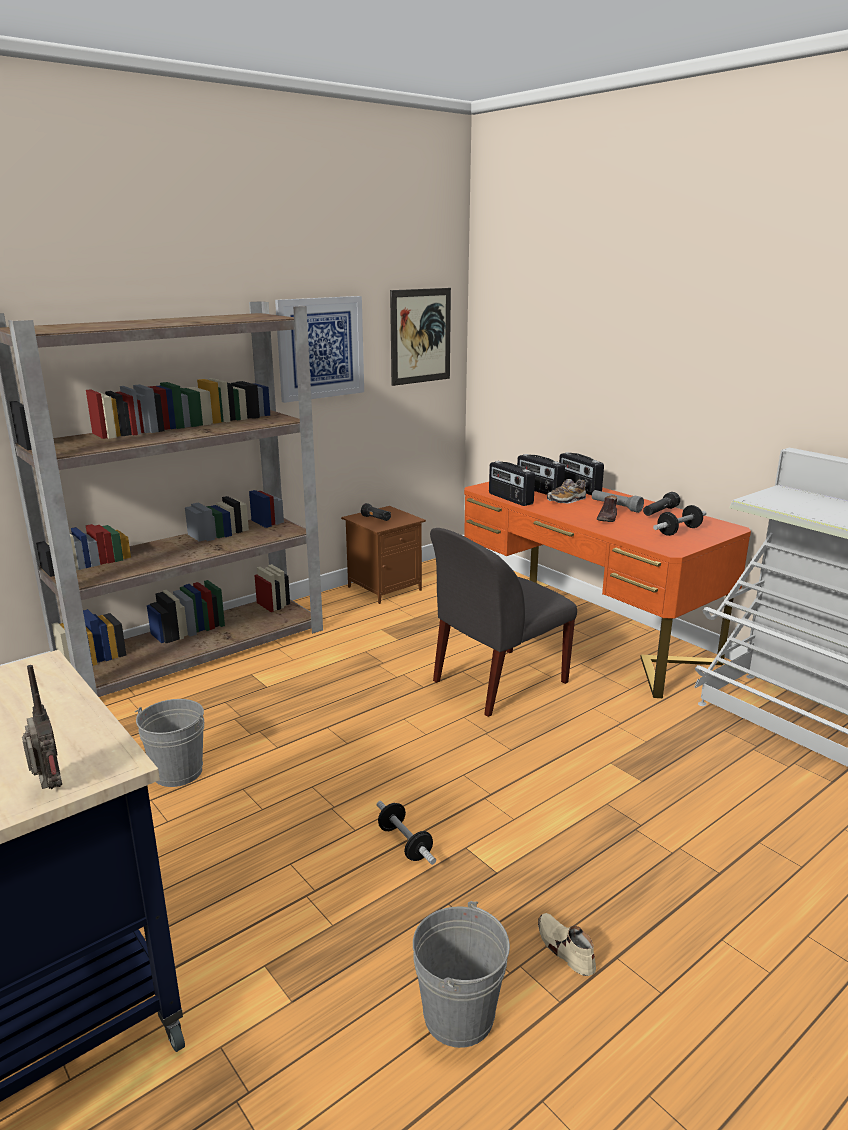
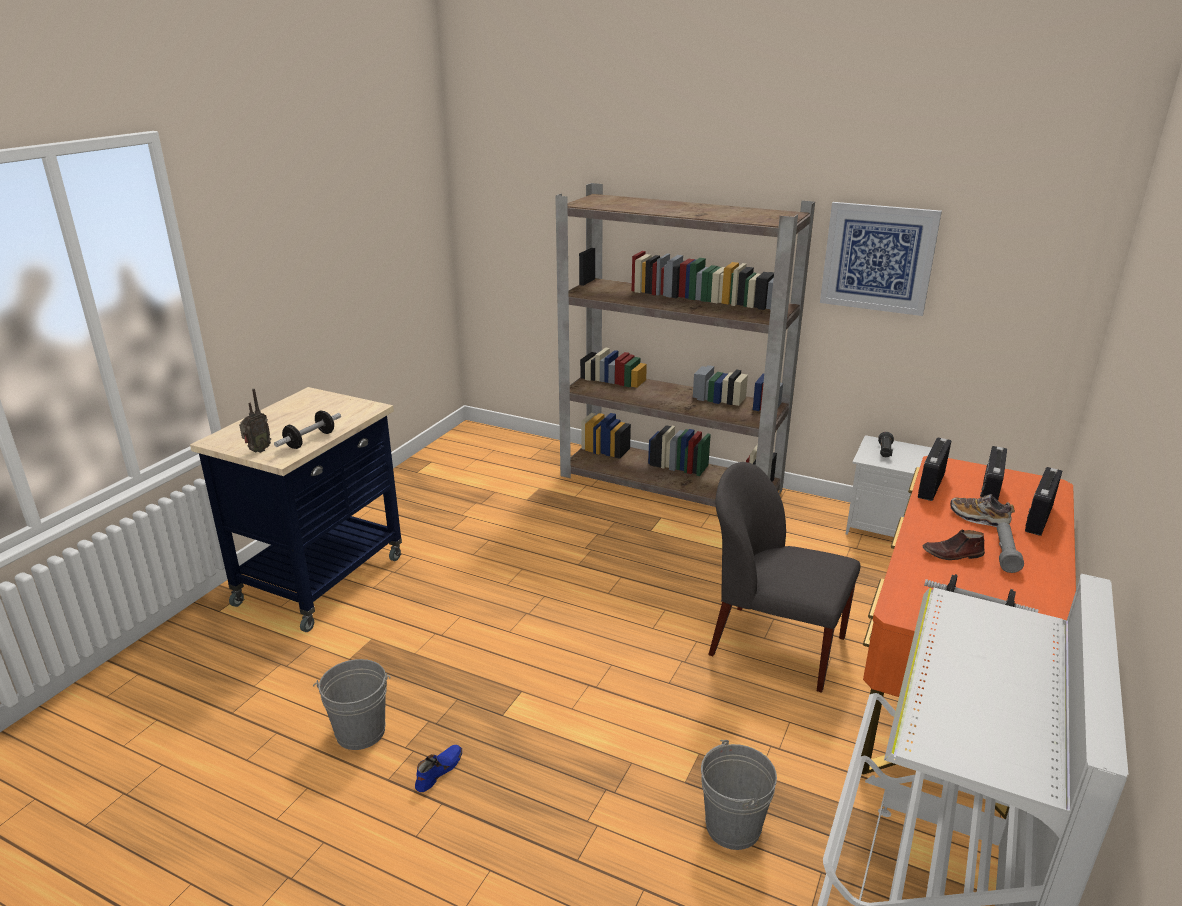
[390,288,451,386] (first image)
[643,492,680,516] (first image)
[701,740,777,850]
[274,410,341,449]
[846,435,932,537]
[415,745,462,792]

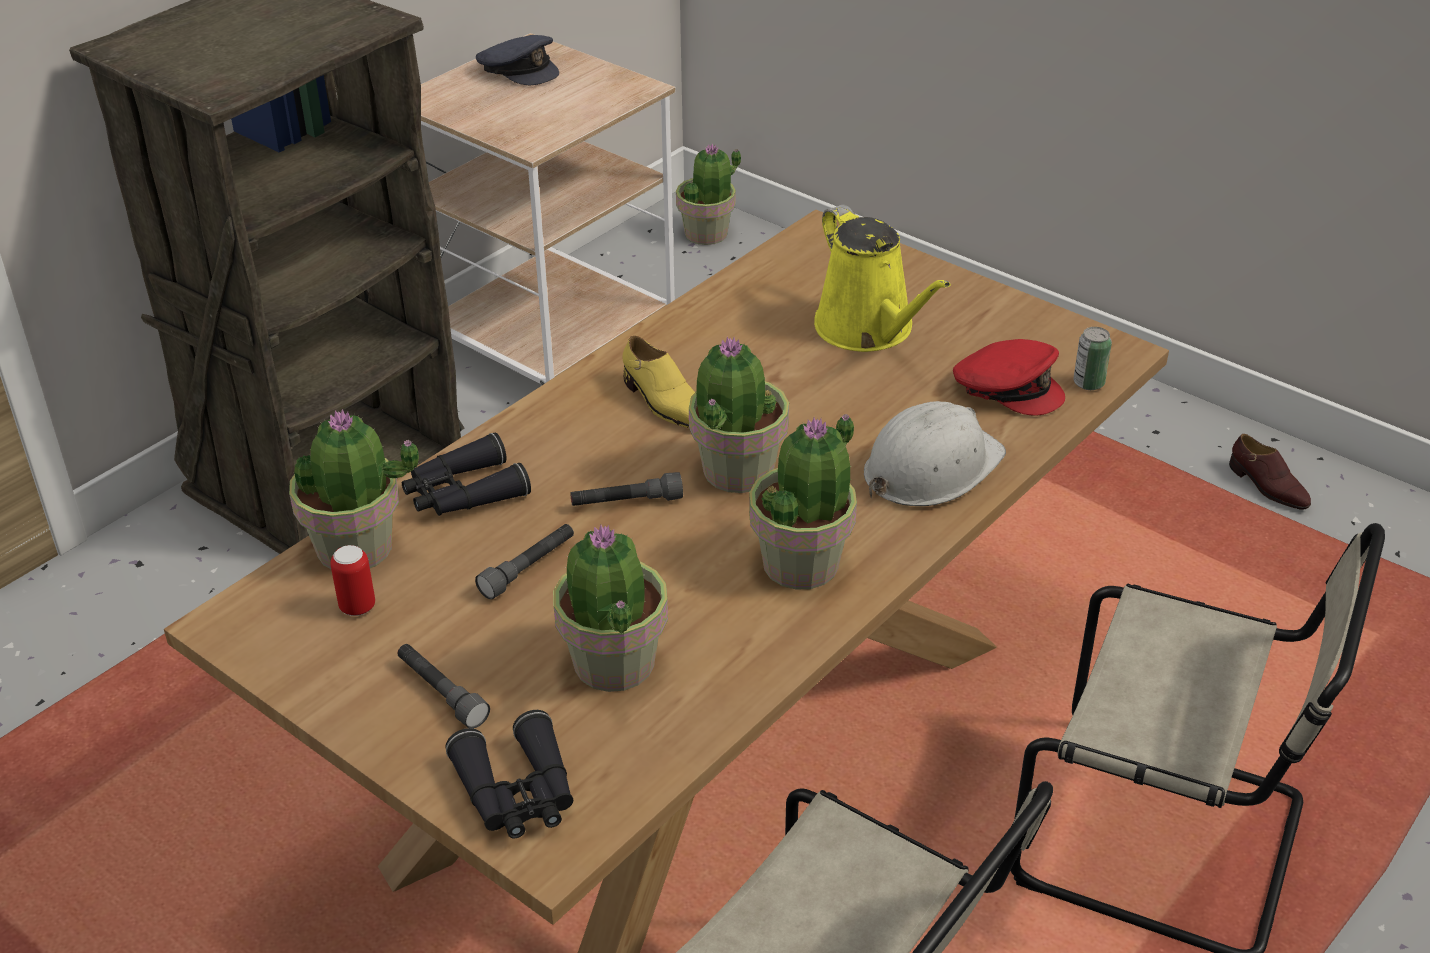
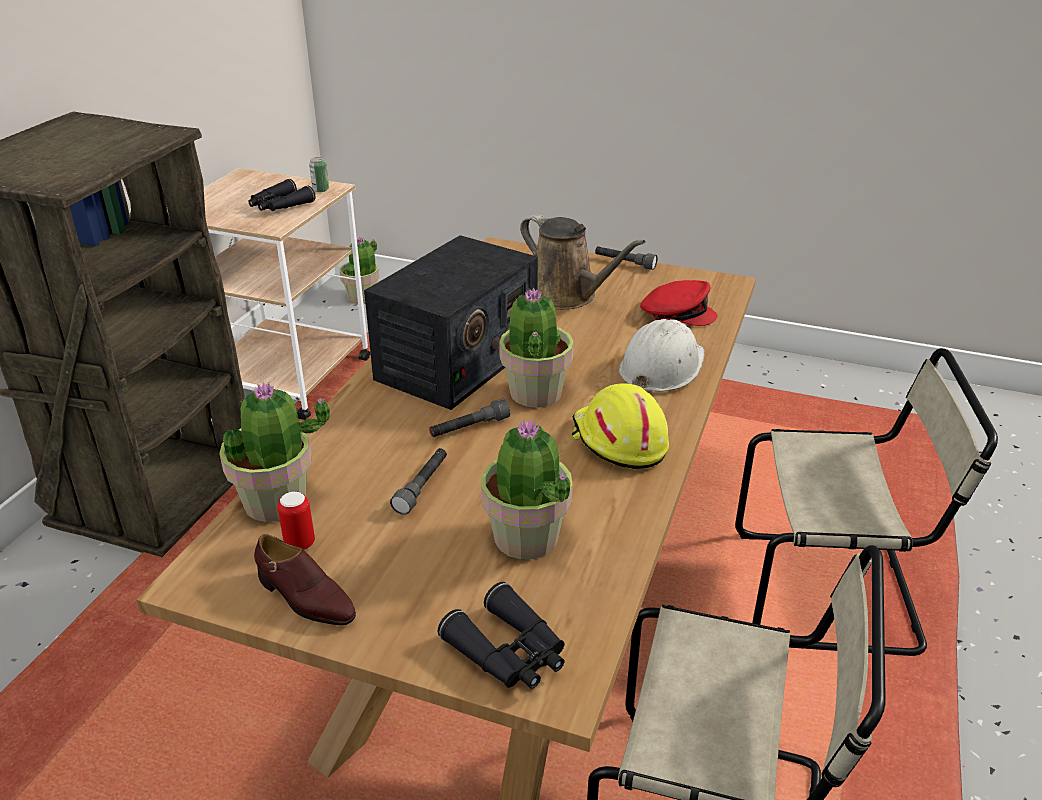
[476,35,559,85] (first image)
[595,246,658,270]
[248,179,315,211]
[309,157,329,192]
[254,534,356,625]
[364,235,538,410]
[571,383,669,469]
[520,214,646,310]

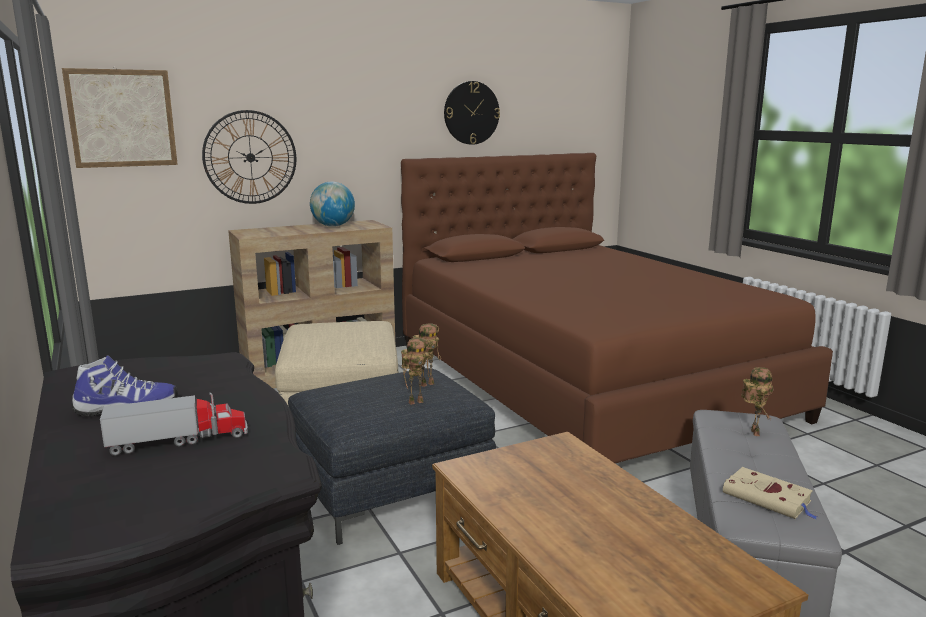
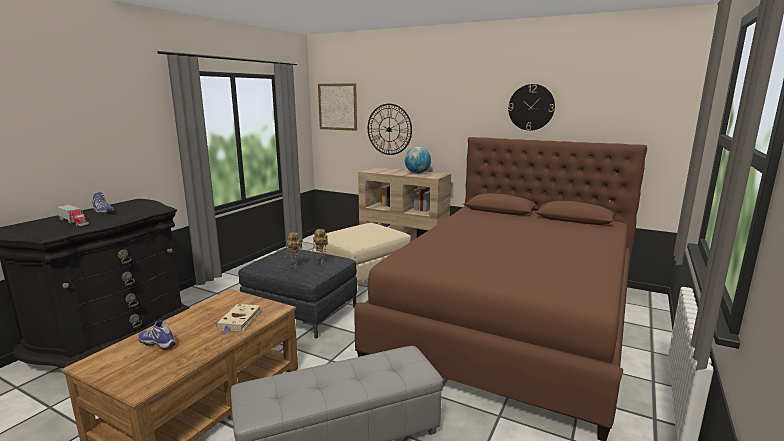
[741,367,773,436] (first image)
[138,321,176,350]
[216,304,261,335]

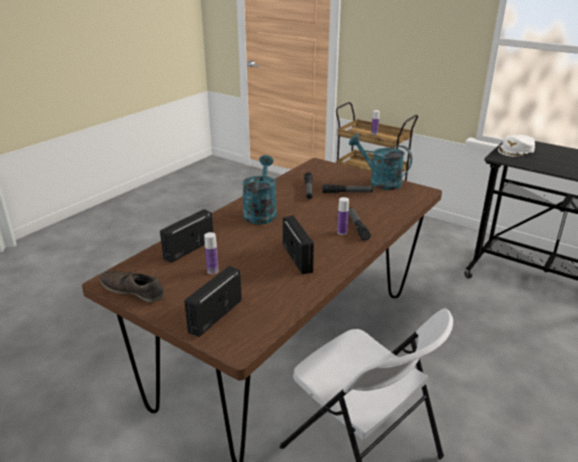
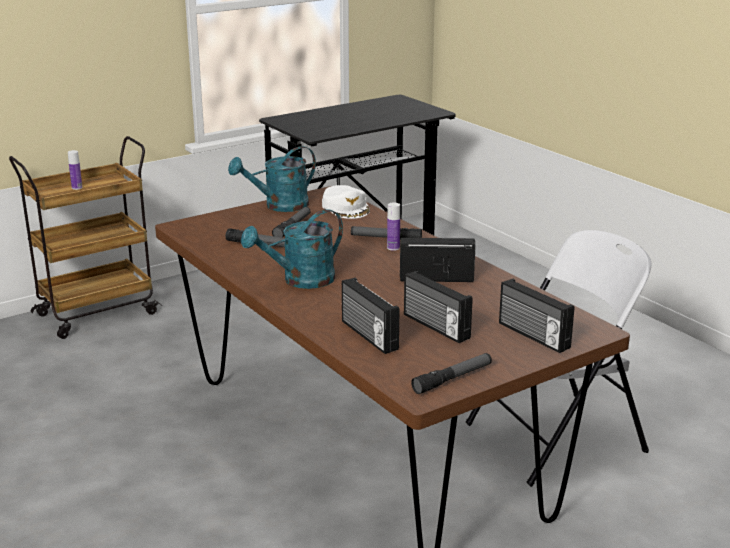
[322,185,370,219]
[411,353,492,394]
[404,271,473,343]
[241,209,343,289]

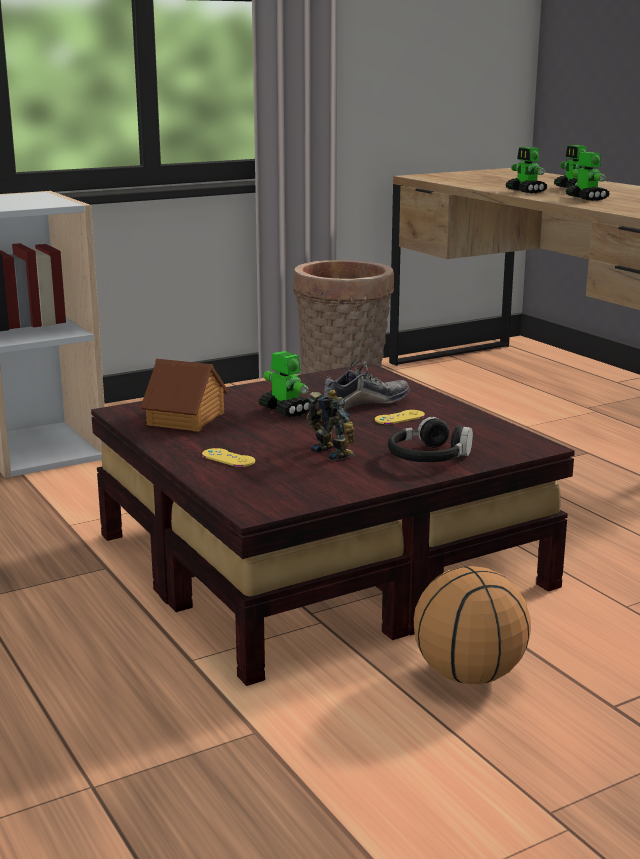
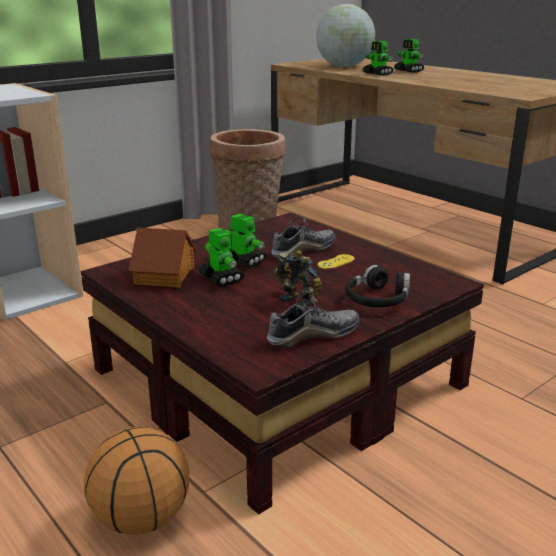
[202,448,255,467] (first image)
[267,291,359,348]
[316,4,375,67]
[84,427,189,535]
[199,228,245,287]

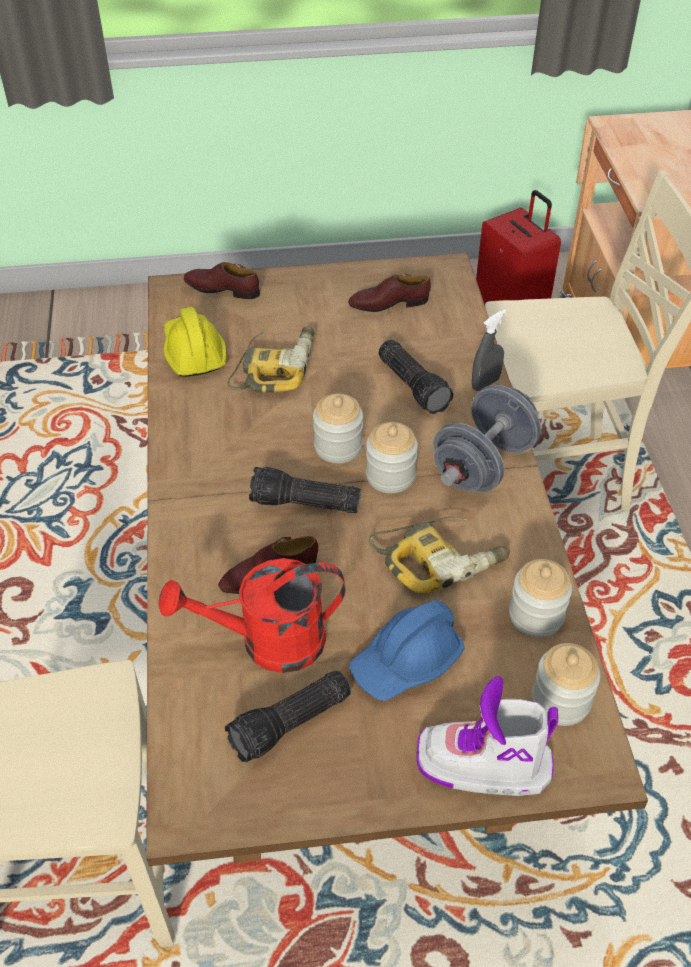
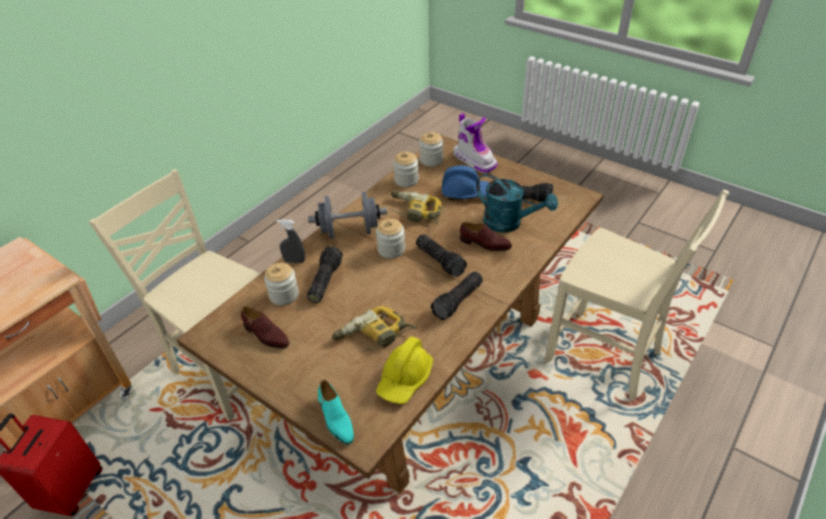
[431,271,483,320]
[264,263,299,305]
[476,173,558,233]
[318,380,354,445]

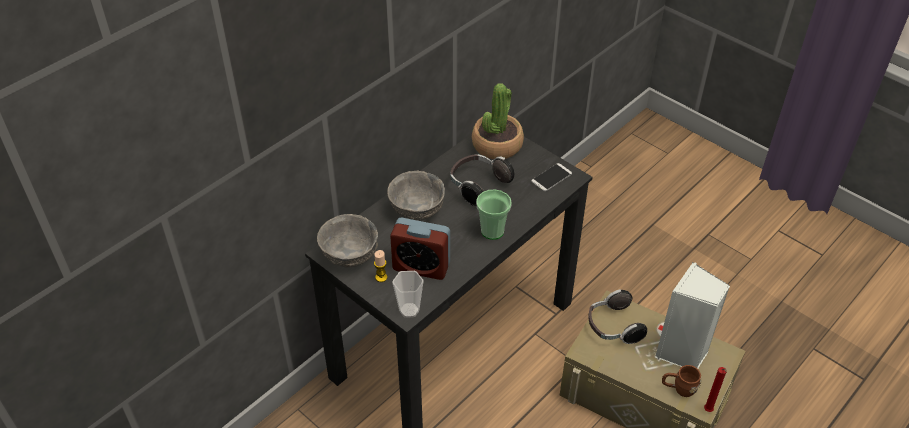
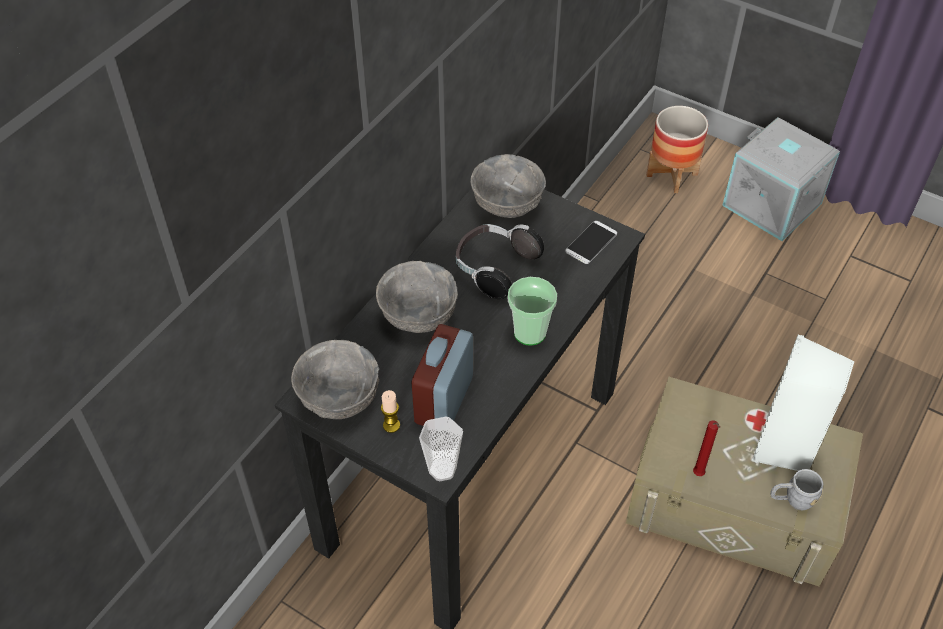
[588,290,647,344] (first image)
[646,106,708,193]
[722,117,840,241]
[693,420,720,476]
[470,154,546,218]
[770,469,823,510]
[412,324,473,426]

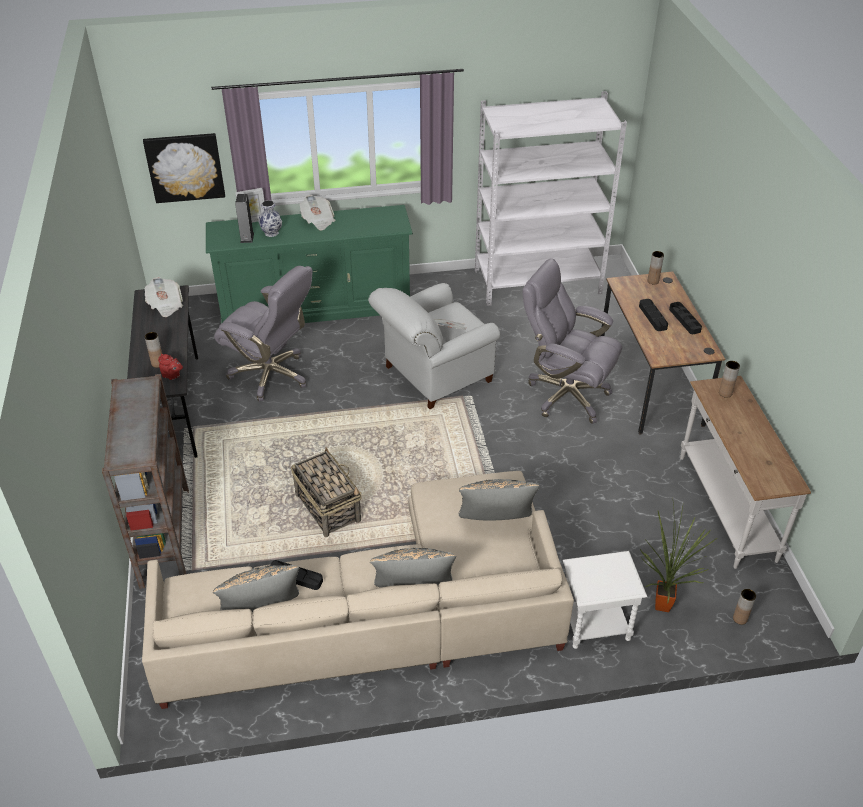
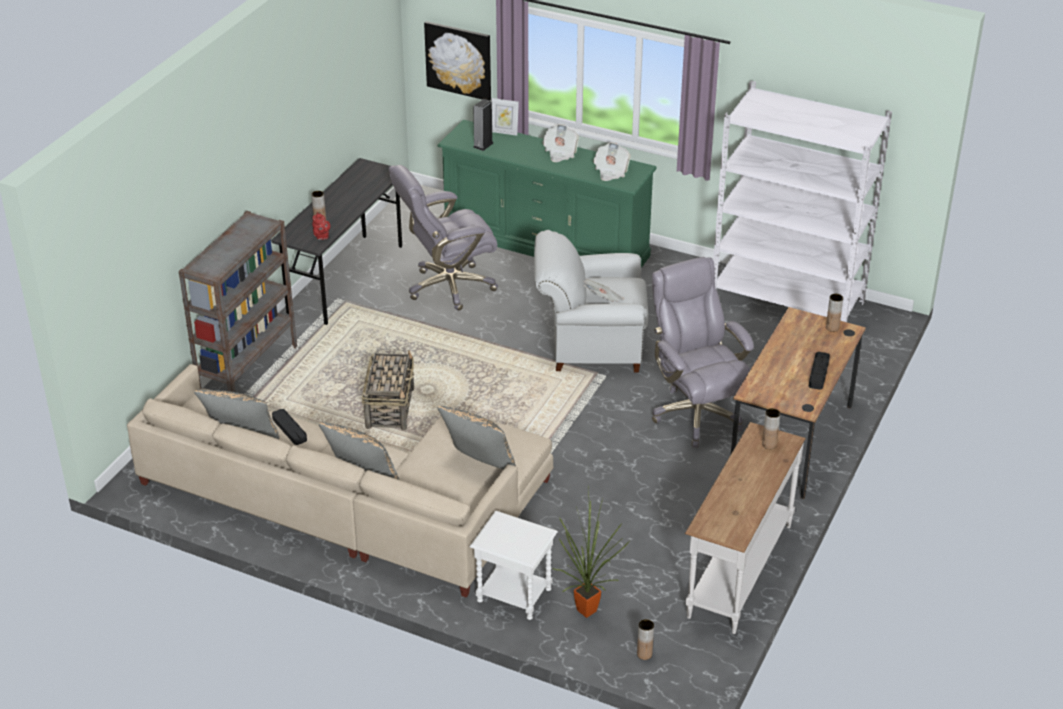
[258,200,282,237] (first image)
[639,299,668,331] (first image)
[593,142,631,181]
[389,165,498,311]

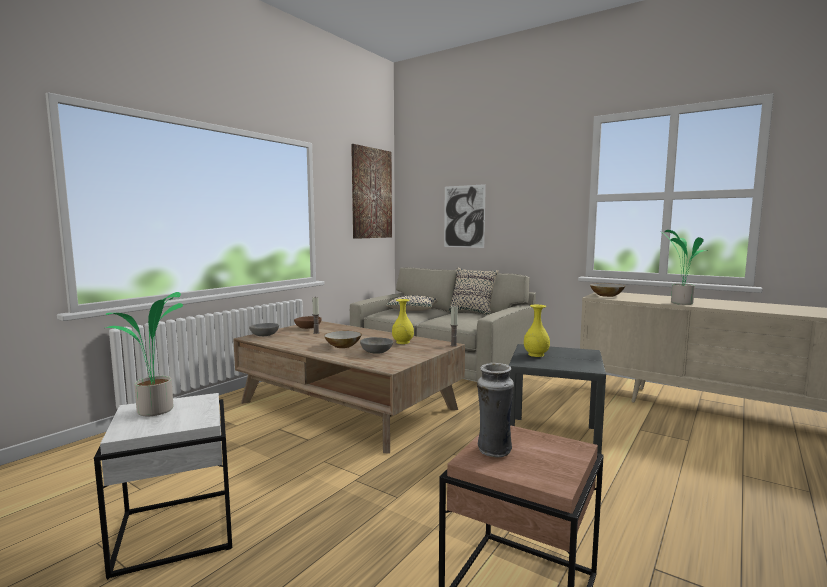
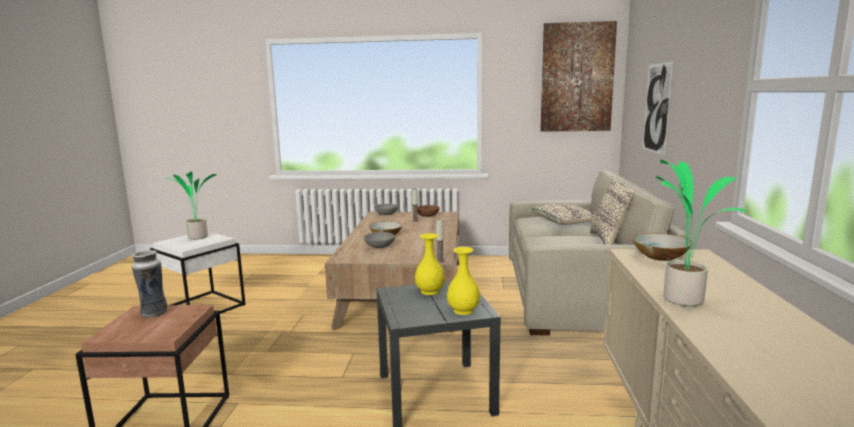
[447,247,480,315]

